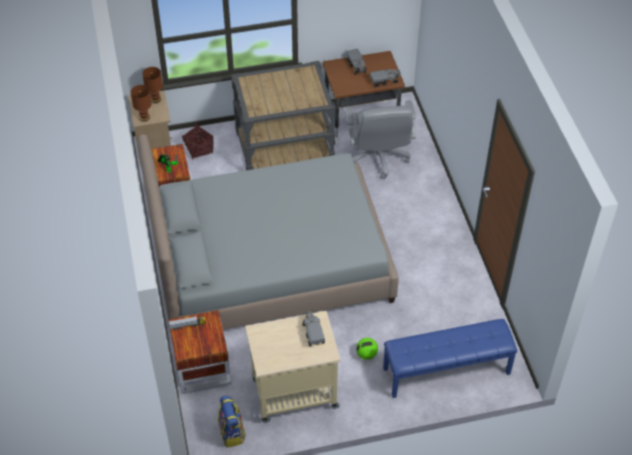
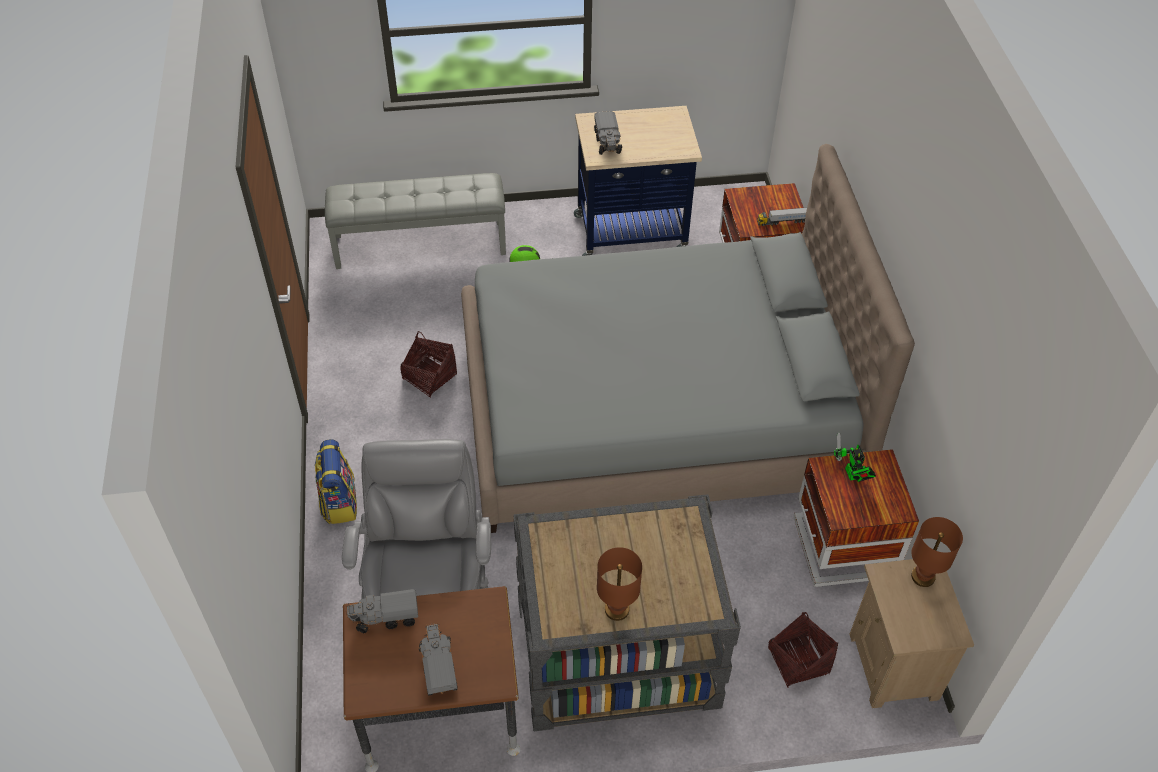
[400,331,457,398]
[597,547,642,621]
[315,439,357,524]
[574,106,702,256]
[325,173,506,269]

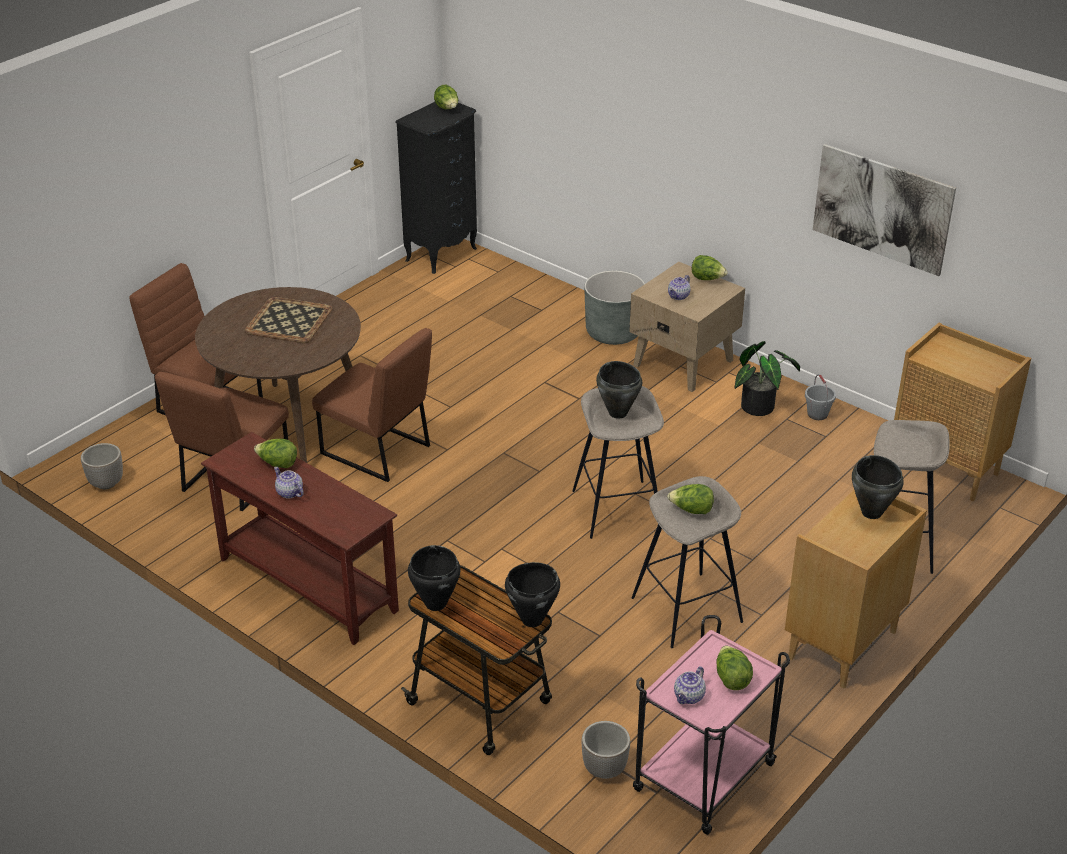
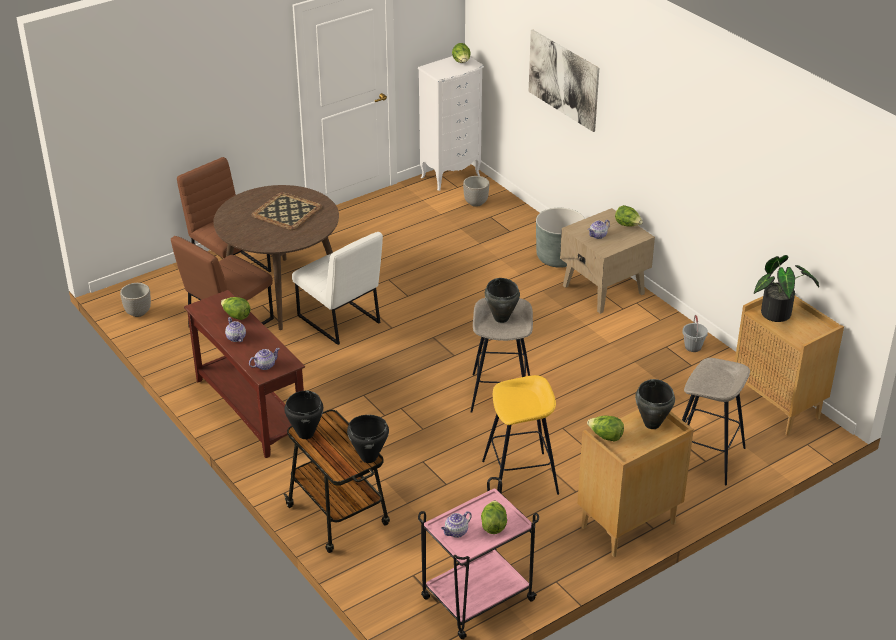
[249,348,280,370]
[463,176,489,207]
[587,416,624,441]
[754,255,819,322]
[529,29,599,132]
[292,232,383,345]
[418,56,484,191]
[482,375,559,495]

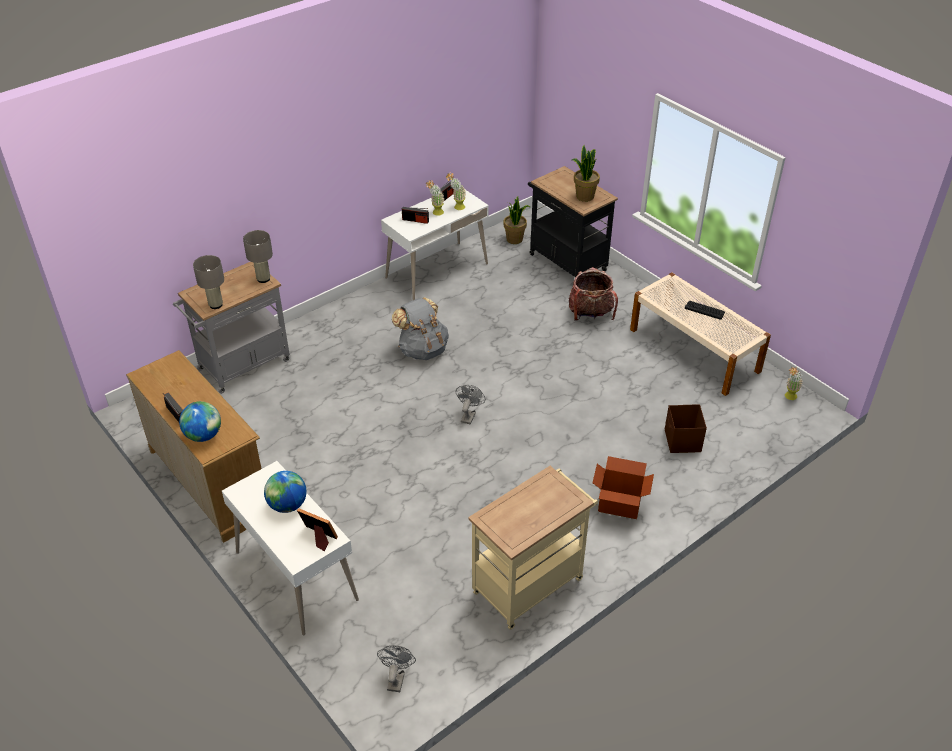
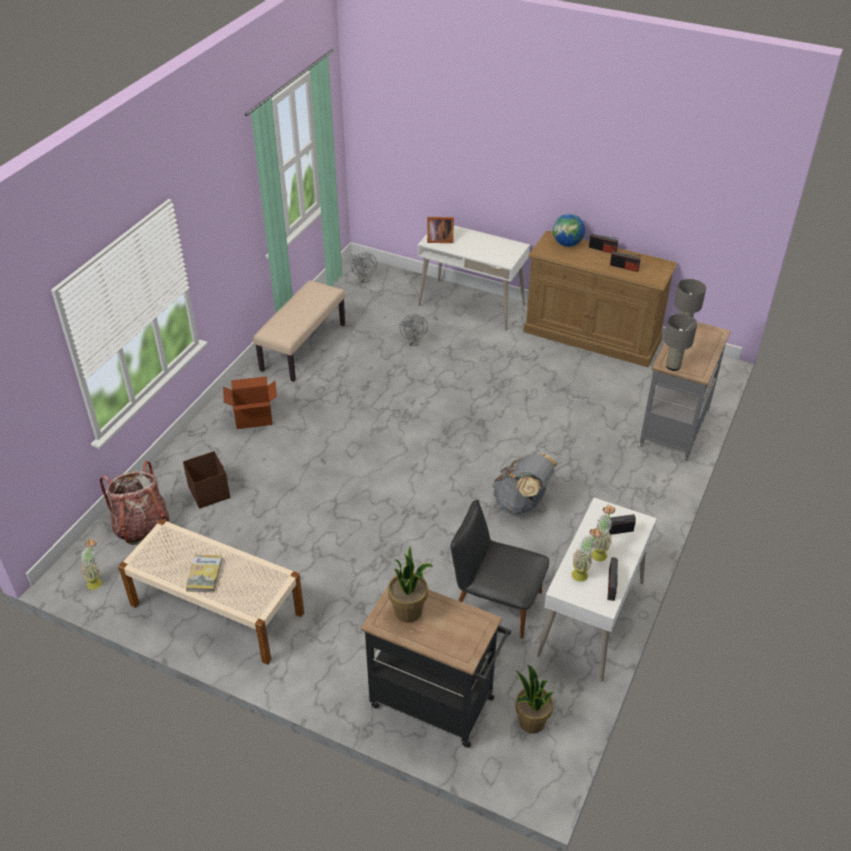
[264,471,306,513] (first image)
[451,500,549,638]
[610,251,641,272]
[400,314,428,346]
[99,461,170,545]
[253,280,345,382]
[186,555,223,592]

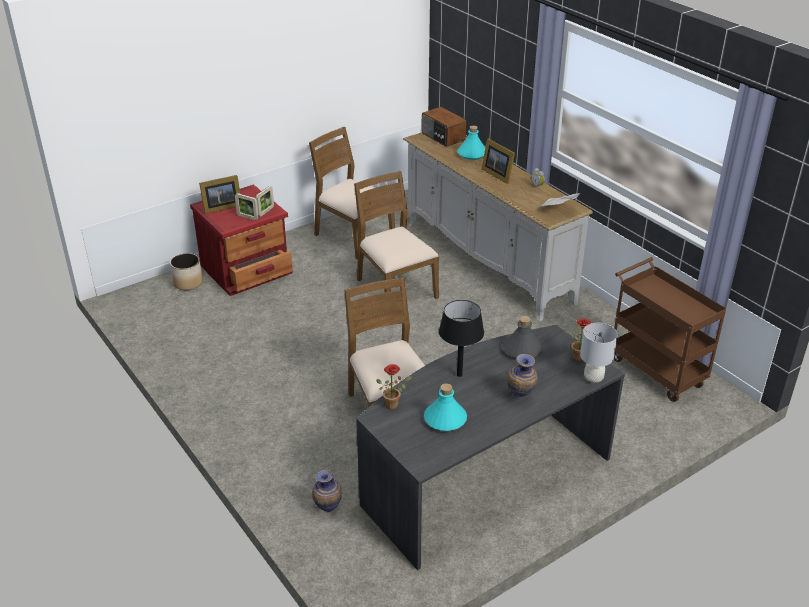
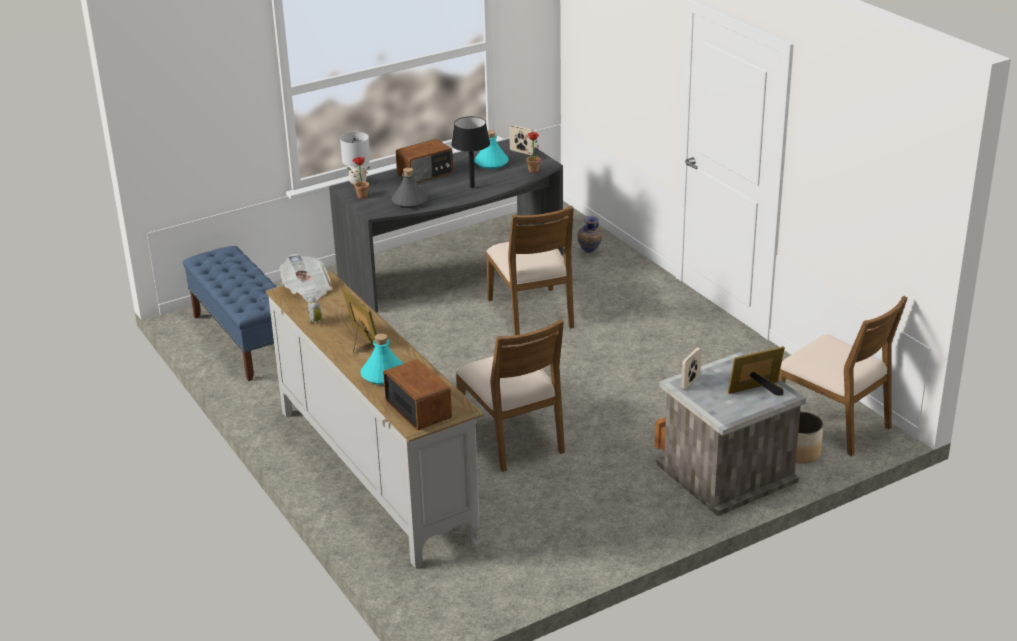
[509,125,534,155]
[778,296,908,456]
[396,139,453,183]
[183,246,277,381]
[655,352,806,516]

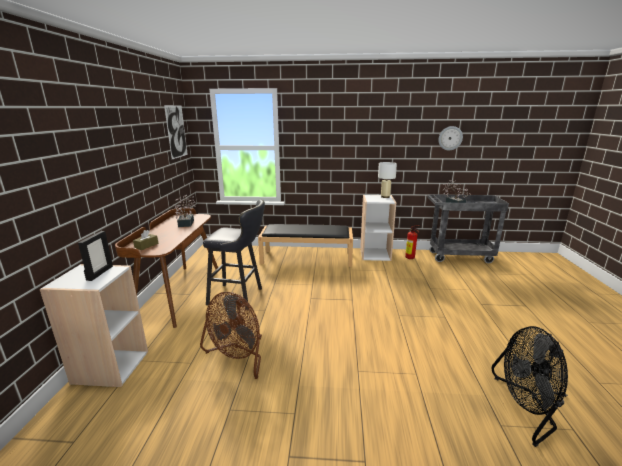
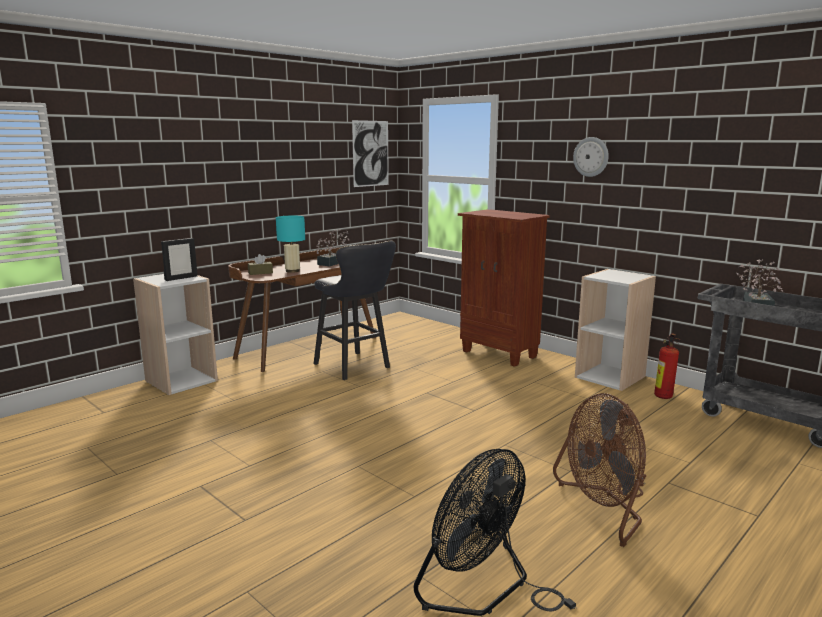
[378,162,397,198] (first image)
[276,216,305,273]
[553,393,646,547]
[573,137,609,177]
[458,210,550,367]

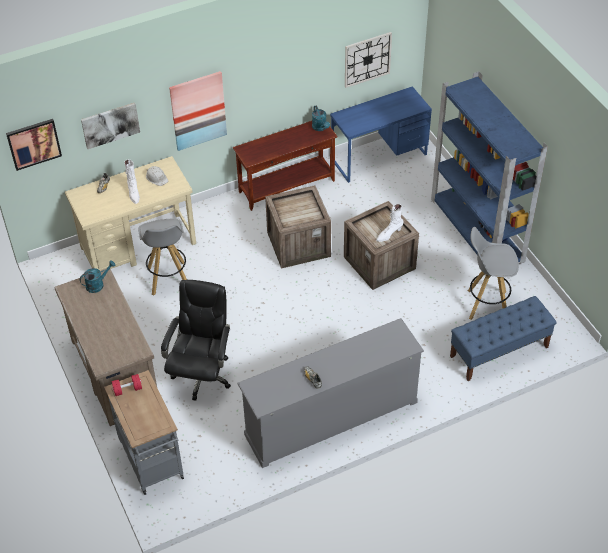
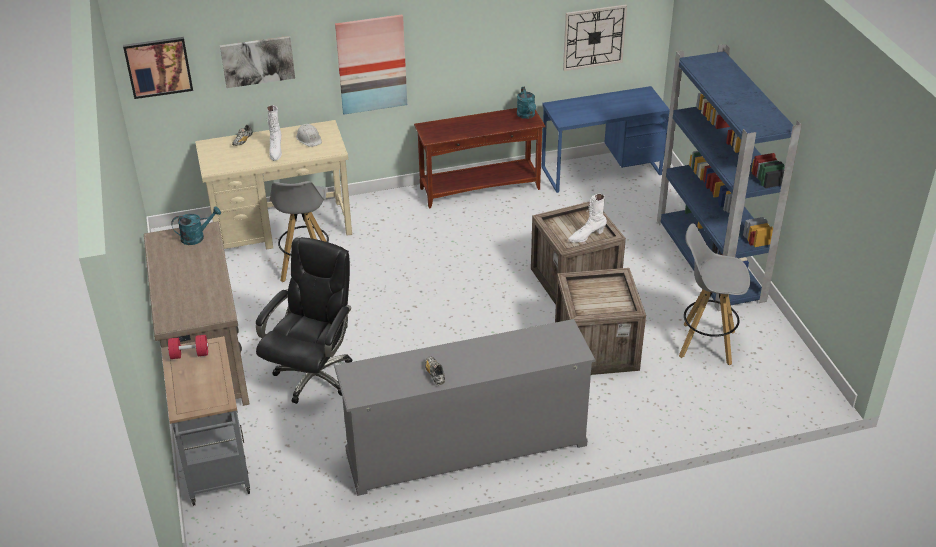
[450,296,557,381] (first image)
[555,268,646,375]

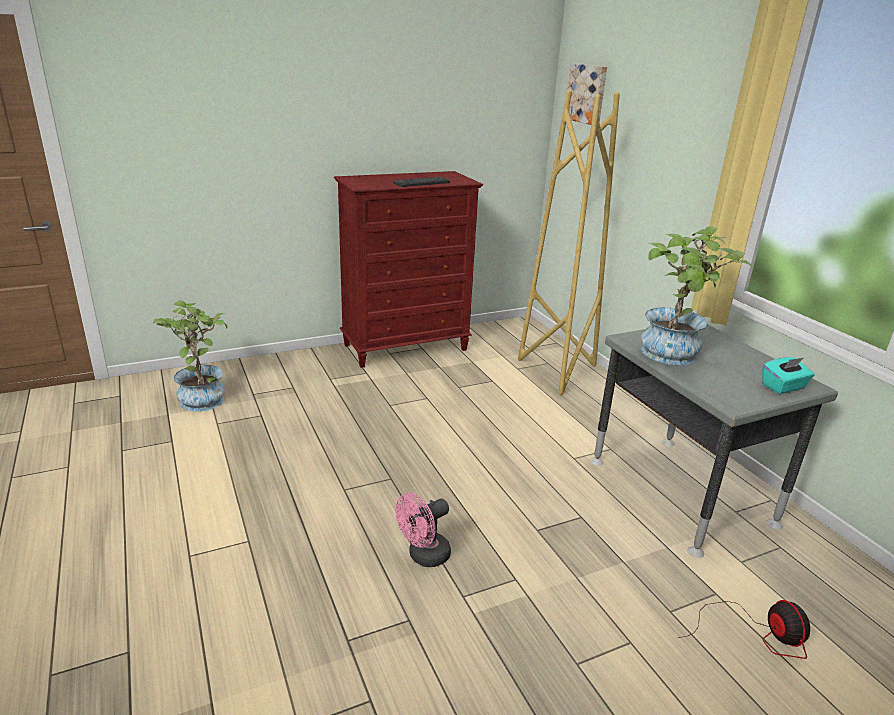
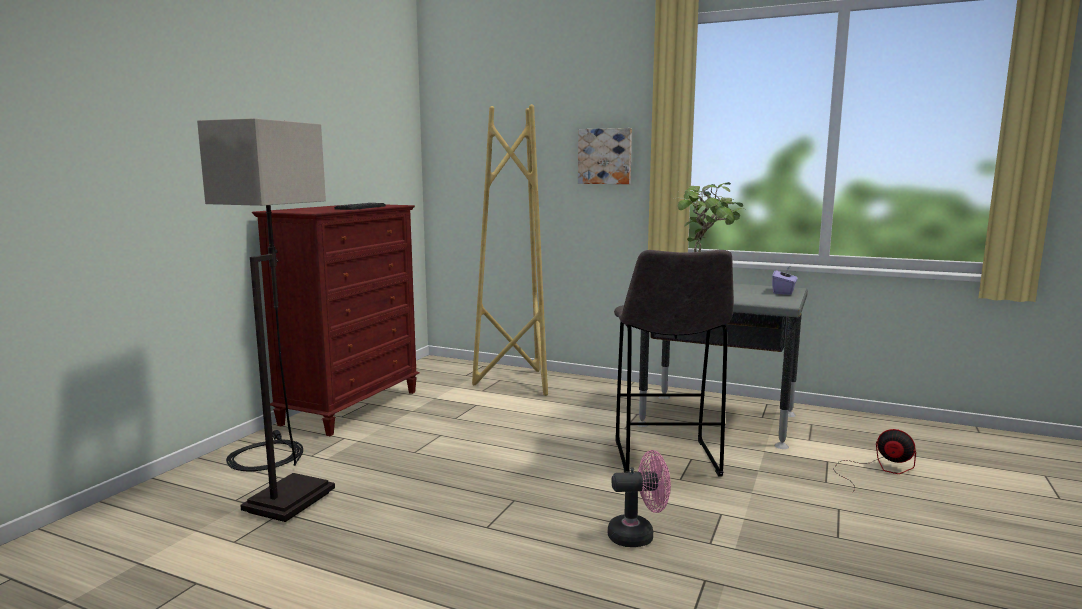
[153,300,228,412] (first image)
[197,118,335,522]
[614,250,734,476]
[578,128,632,184]
[772,265,798,295]
[608,450,671,547]

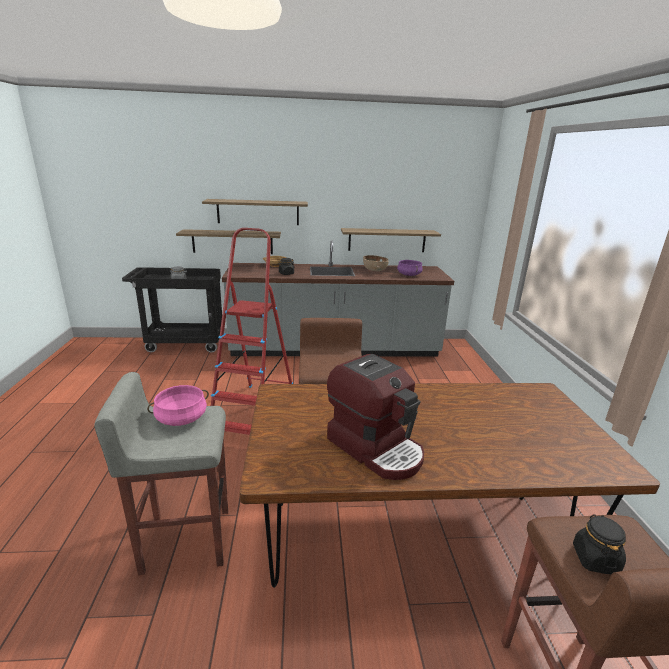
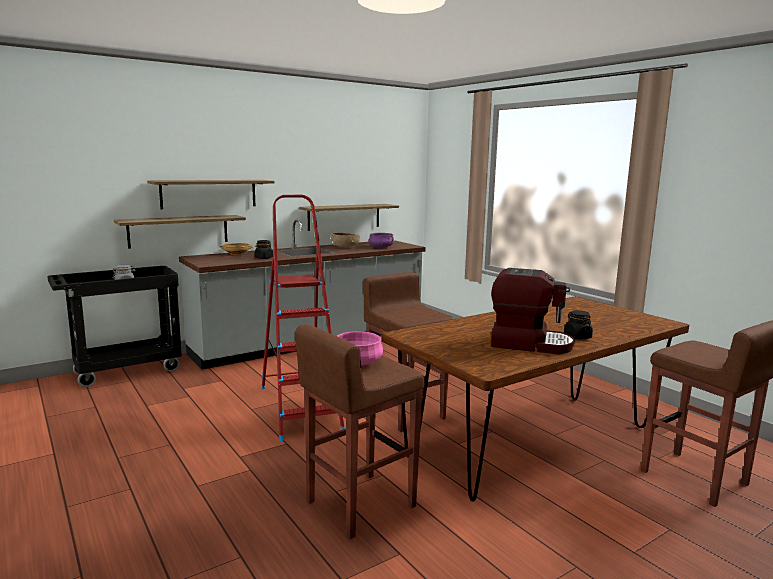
[564,310,593,340]
[295,324,425,539]

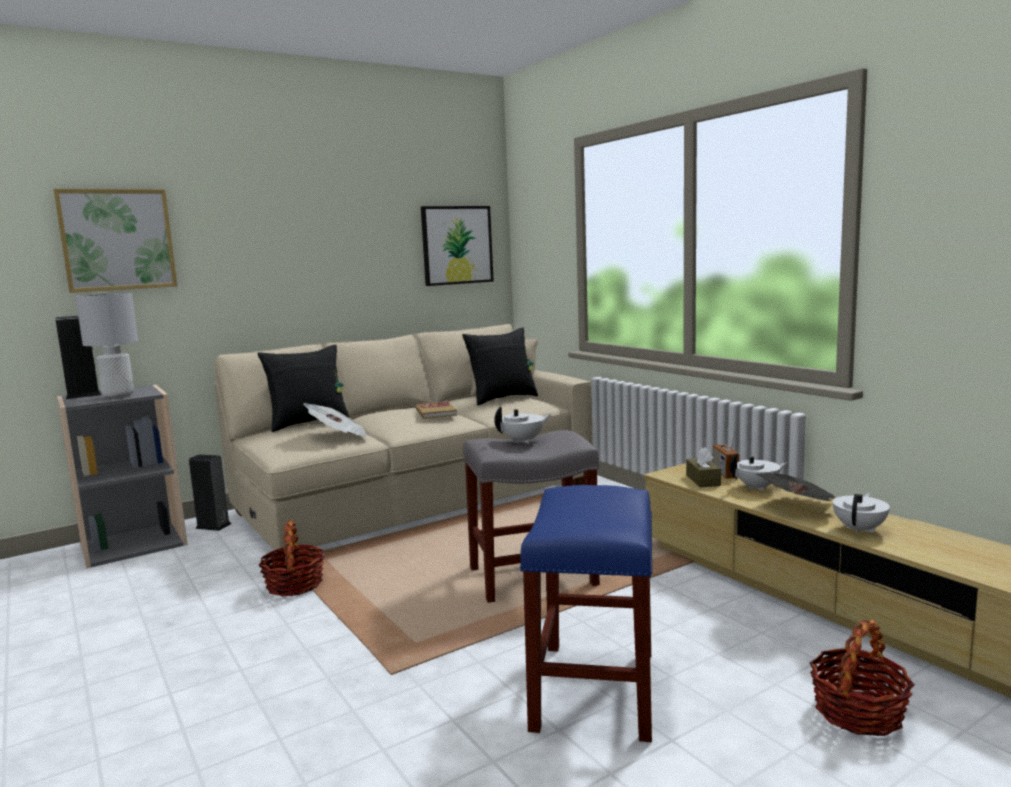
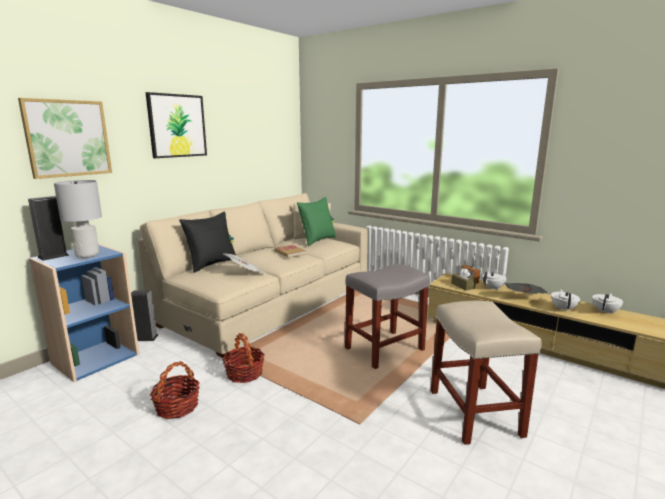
[146,92,207,158]
[592,293,623,314]
[150,361,200,419]
[29,244,139,382]
[297,197,336,246]
[431,301,542,445]

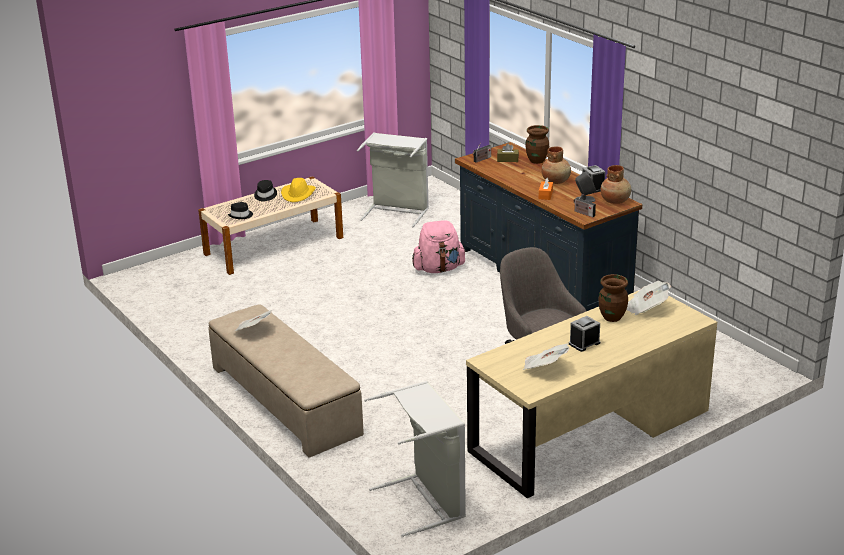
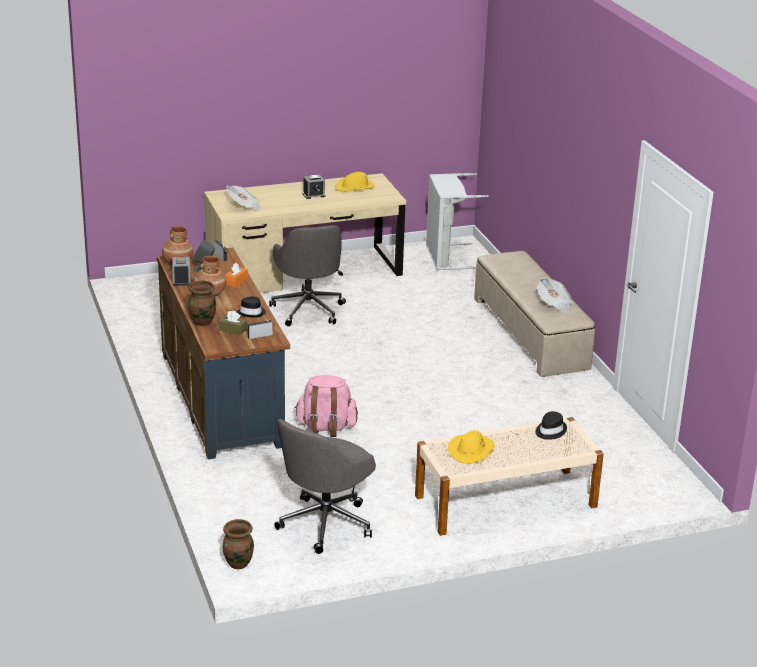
[237,296,266,318]
[222,519,254,569]
[274,419,376,554]
[335,172,375,192]

